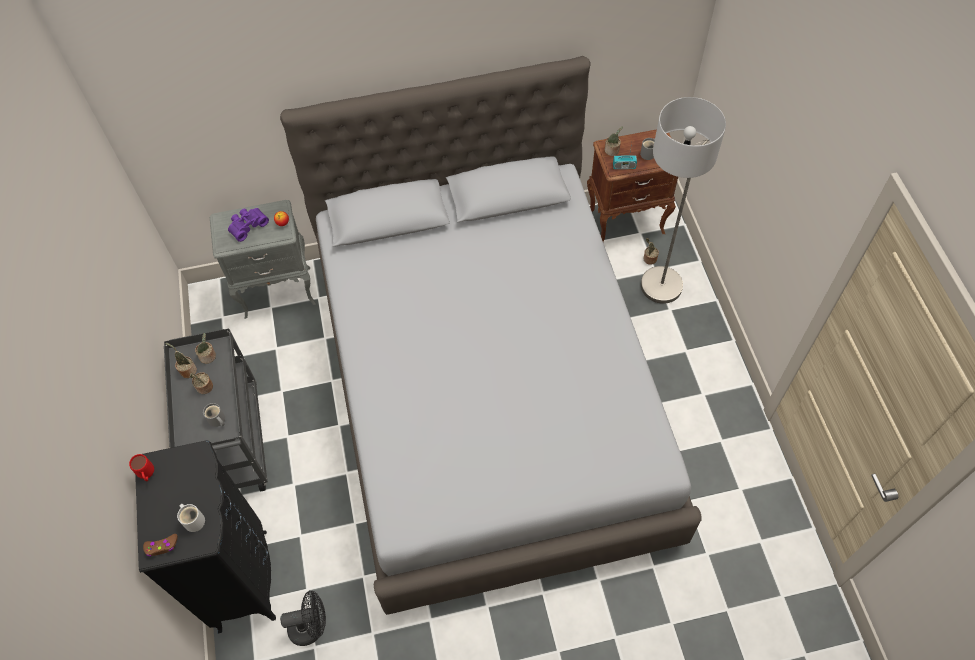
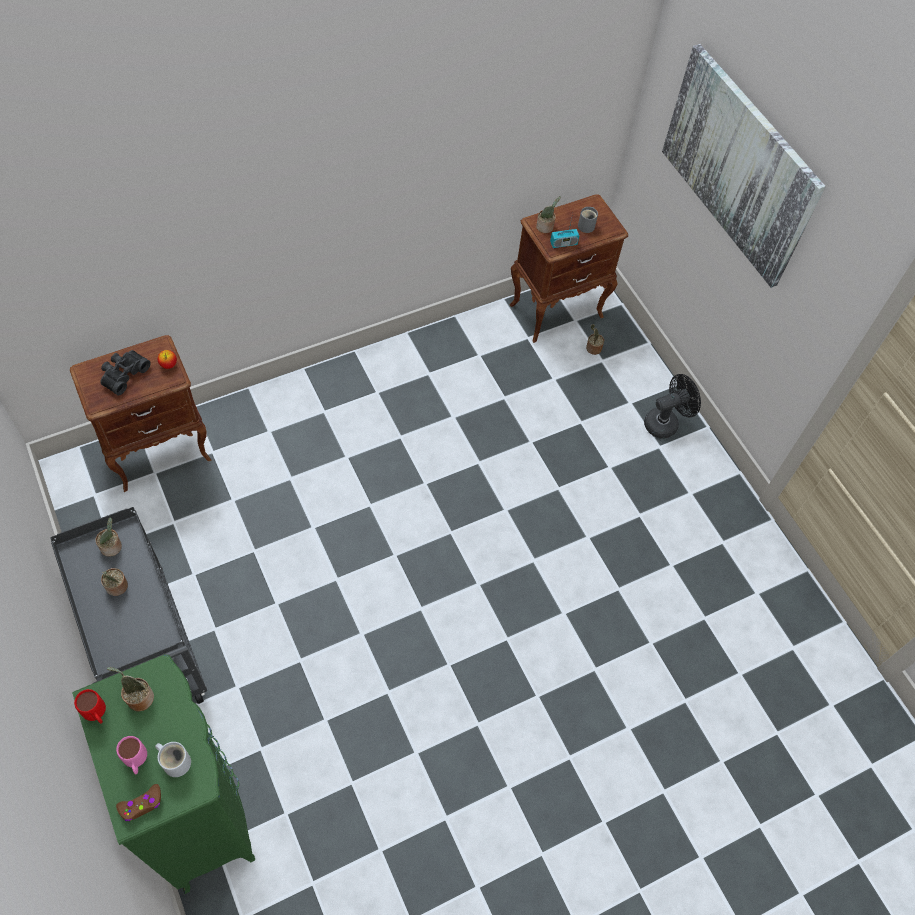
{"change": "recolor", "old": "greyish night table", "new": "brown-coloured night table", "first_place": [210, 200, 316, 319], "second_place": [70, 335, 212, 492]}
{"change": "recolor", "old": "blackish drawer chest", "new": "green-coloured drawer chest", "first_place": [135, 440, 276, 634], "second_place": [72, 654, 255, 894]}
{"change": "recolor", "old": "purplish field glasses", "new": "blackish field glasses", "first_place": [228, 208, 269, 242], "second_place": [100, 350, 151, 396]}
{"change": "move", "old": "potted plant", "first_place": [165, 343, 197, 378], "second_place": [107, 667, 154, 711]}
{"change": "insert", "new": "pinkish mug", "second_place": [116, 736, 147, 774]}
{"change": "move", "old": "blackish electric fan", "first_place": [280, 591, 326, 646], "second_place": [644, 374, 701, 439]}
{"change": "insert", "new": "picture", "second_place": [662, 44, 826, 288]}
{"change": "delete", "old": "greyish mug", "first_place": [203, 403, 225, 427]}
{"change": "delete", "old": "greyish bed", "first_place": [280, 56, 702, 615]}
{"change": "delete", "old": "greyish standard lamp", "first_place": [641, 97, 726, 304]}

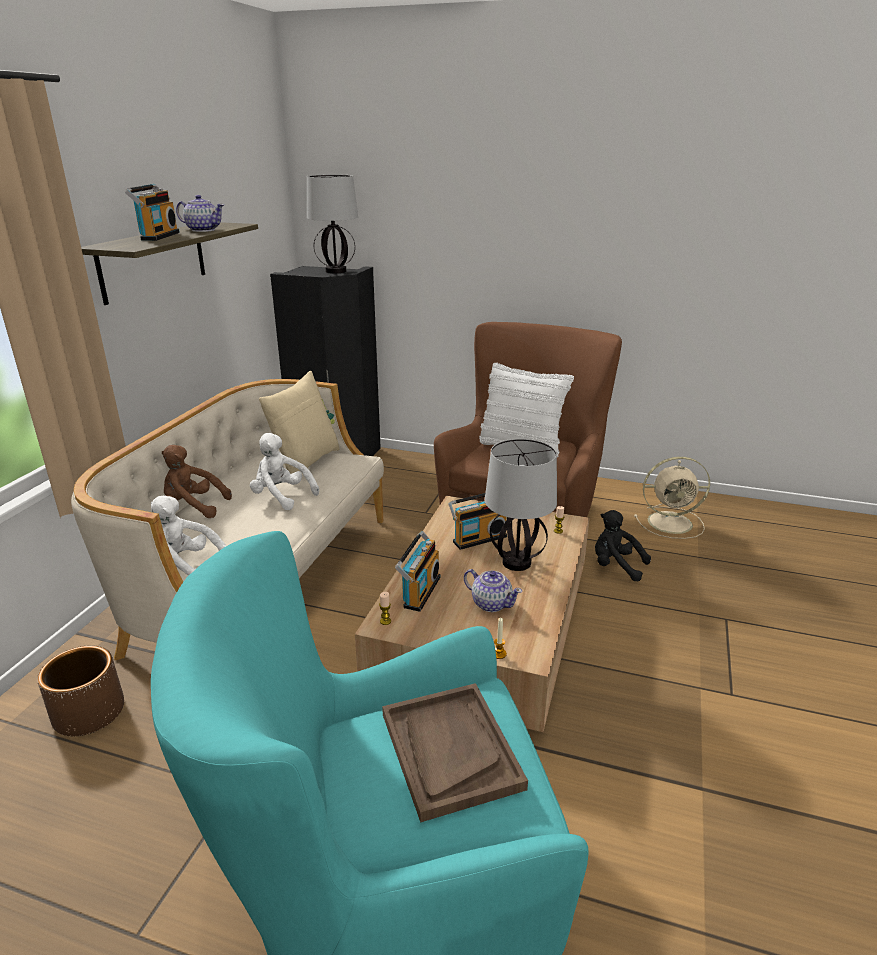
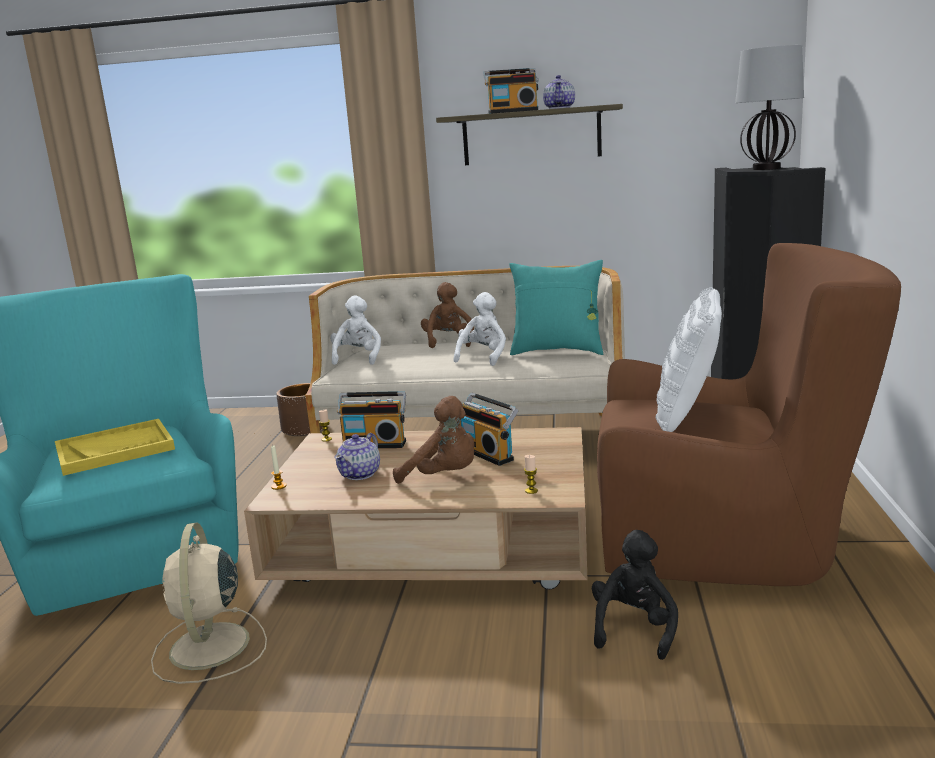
{"change": "recolor", "old": "brown-coloured tray", "new": "yellow-coloured tray", "first_place": [382, 683, 528, 823], "second_place": [55, 419, 175, 476]}
{"change": "move", "old": "beige-coloured electric fan", "first_place": [634, 457, 710, 539], "second_place": [151, 523, 267, 684]}
{"change": "replace", "old": "table lamp", "new": "brown-coloured cuddly toy", "first_place": [485, 439, 557, 571], "second_place": [393, 396, 475, 484]}
{"change": "recolor", "old": "beige-coloured cushion", "new": "blue-green cushion", "first_place": [259, 371, 339, 474], "second_place": [509, 260, 603, 355]}

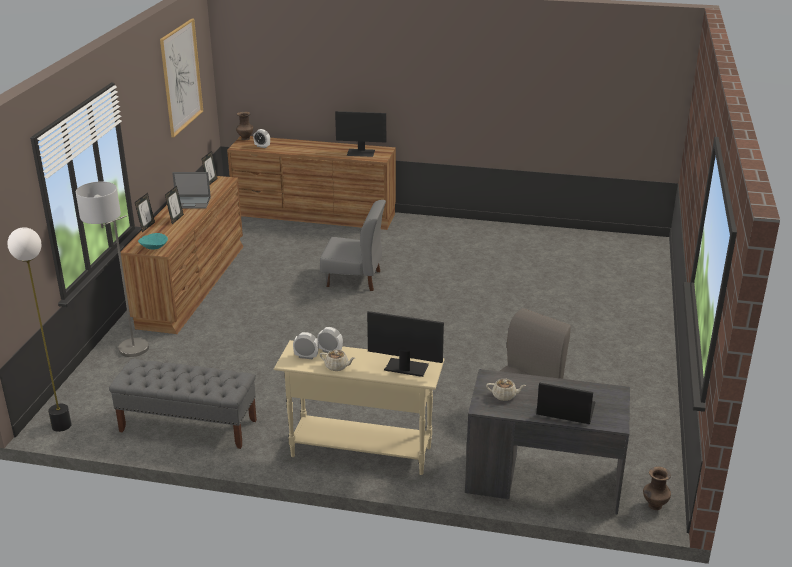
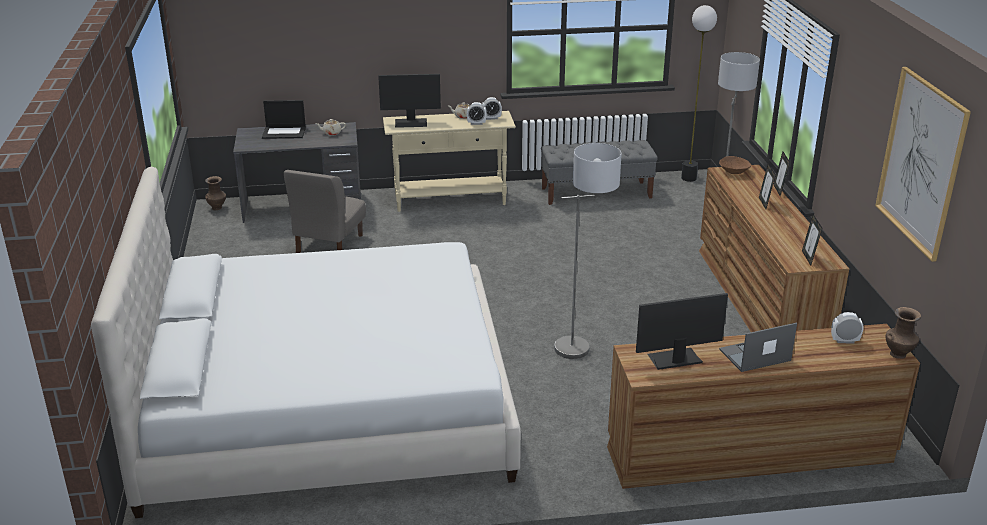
{"change": "insert", "new": "white-coloured bed", "second_place": [91, 167, 521, 518]}
{"change": "replace", "old": "greyish upright chair", "new": "greyish standard lamp", "first_place": [320, 200, 386, 291], "second_place": [554, 143, 622, 359]}
{"change": "recolor", "old": "blue-green deep dish", "new": "brown-coloured deep dish", "first_place": [138, 233, 168, 250], "second_place": [719, 156, 751, 174]}
{"change": "move", "old": "portable computer", "first_place": [172, 172, 211, 209], "second_place": [719, 323, 797, 372]}

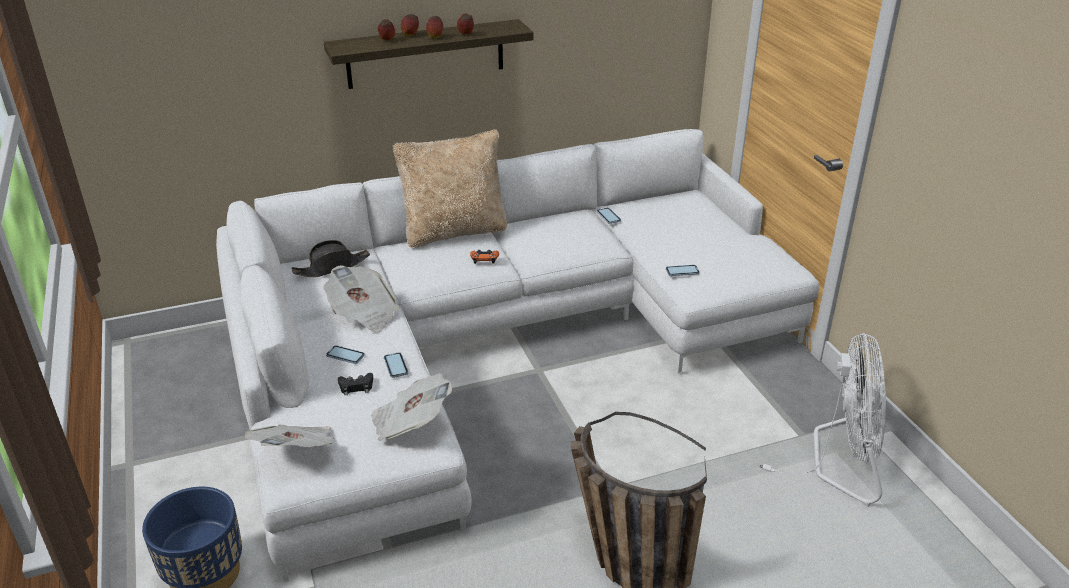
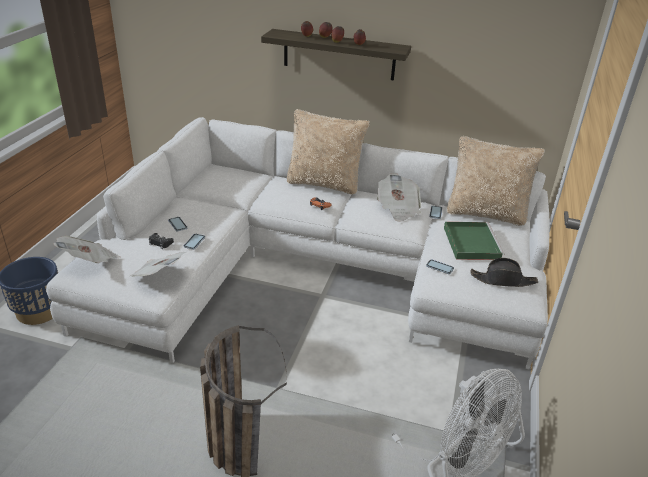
{"change": "move", "old": "newspaper", "first_place": [324, 265, 400, 333], "second_place": [377, 173, 421, 222]}
{"change": "insert", "new": "green-coloured tray", "second_place": [444, 222, 505, 260]}
{"change": "insert", "new": "beige-coloured cushion", "second_place": [447, 136, 545, 226]}
{"change": "move", "old": "blackish wearable hat", "first_place": [292, 240, 370, 277], "second_place": [471, 258, 538, 287]}

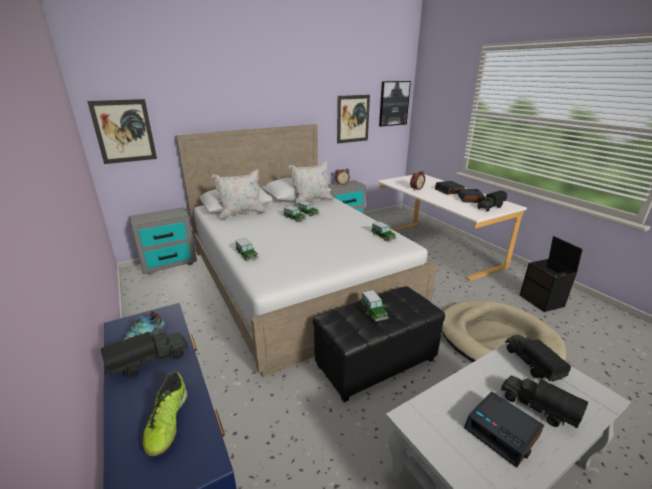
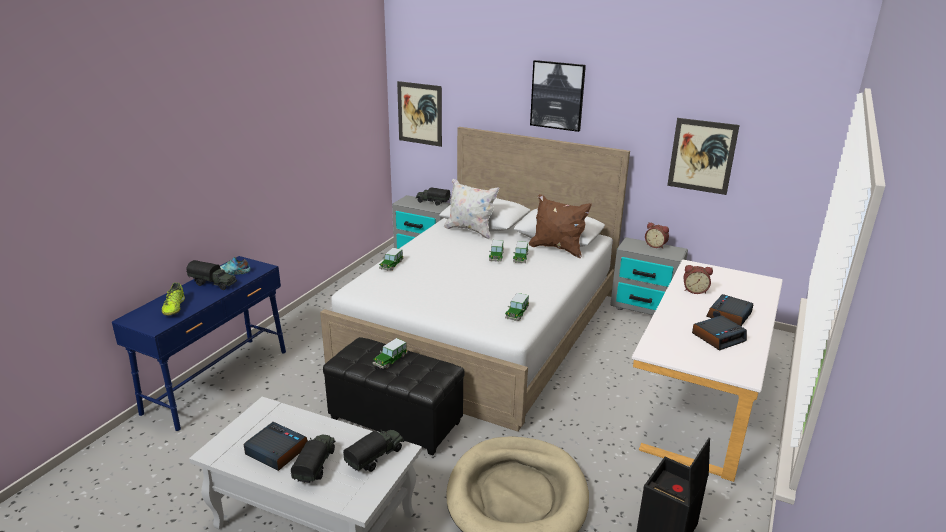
{"change": "rotate", "old": "low shoe", "first_place": [143, 372, 188, 456], "second_place": [162, 283, 185, 316], "degrees": -60}
{"change": "rotate", "old": "table clock", "first_place": [464, 391, 544, 468], "second_place": [244, 422, 308, 471], "degrees": 105}
{"change": "move", "old": "toy truck", "first_place": [477, 190, 507, 212], "second_place": [416, 187, 450, 206]}
{"change": "recolor", "old": "white-coloured cushion", "new": "brown-coloured cushion", "first_place": [289, 161, 333, 206], "second_place": [529, 194, 592, 258]}
{"change": "move", "old": "picture", "first_place": [379, 81, 411, 126], "second_place": [530, 60, 586, 132]}

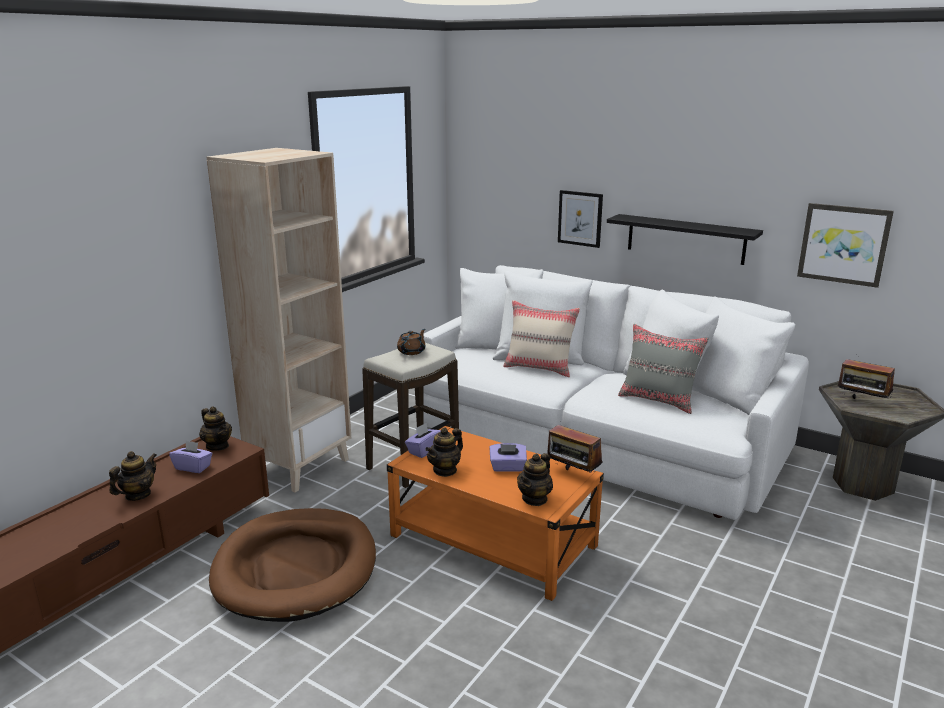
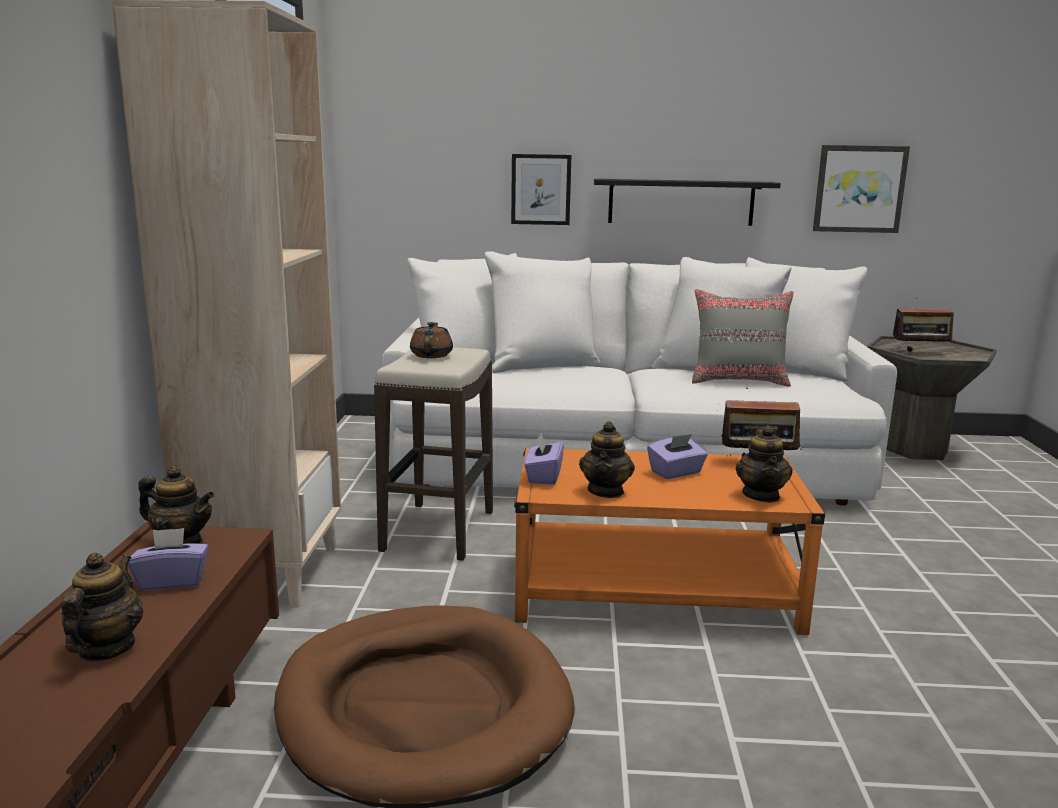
{"change": "delete", "old": "beige-coloured cushion", "first_place": [503, 300, 580, 377]}

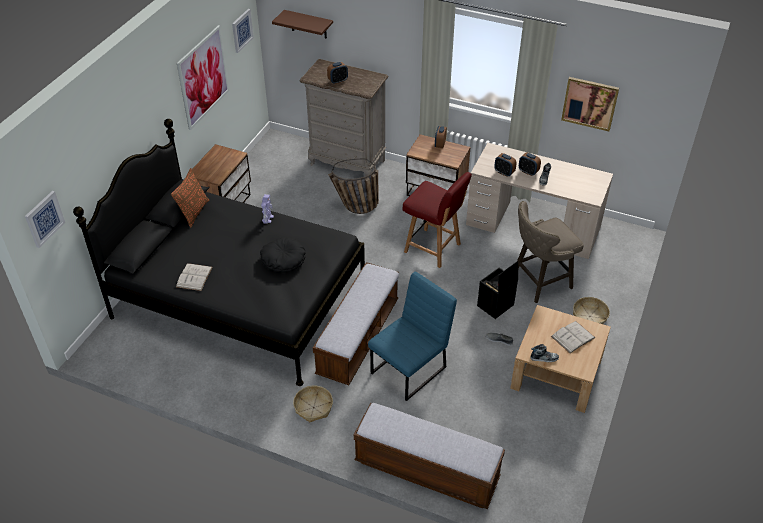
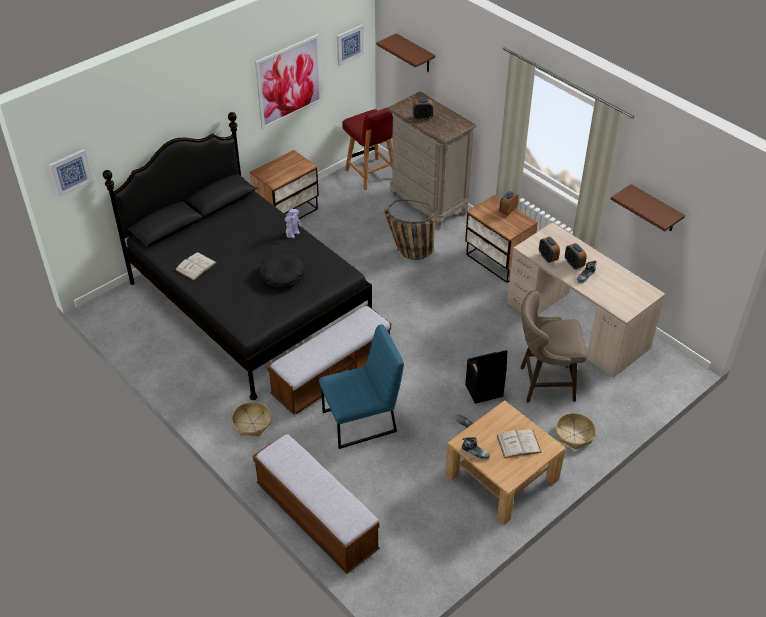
{"change": "move", "old": "red-coloured upright chair", "first_place": [402, 172, 472, 268], "second_place": [342, 107, 393, 190]}
{"change": "replace", "old": "picture", "new": "brown-coloured shelf", "first_place": [561, 77, 619, 131], "second_place": [611, 184, 685, 232]}
{"change": "delete", "old": "brown-coloured cushion", "first_place": [171, 168, 209, 228]}

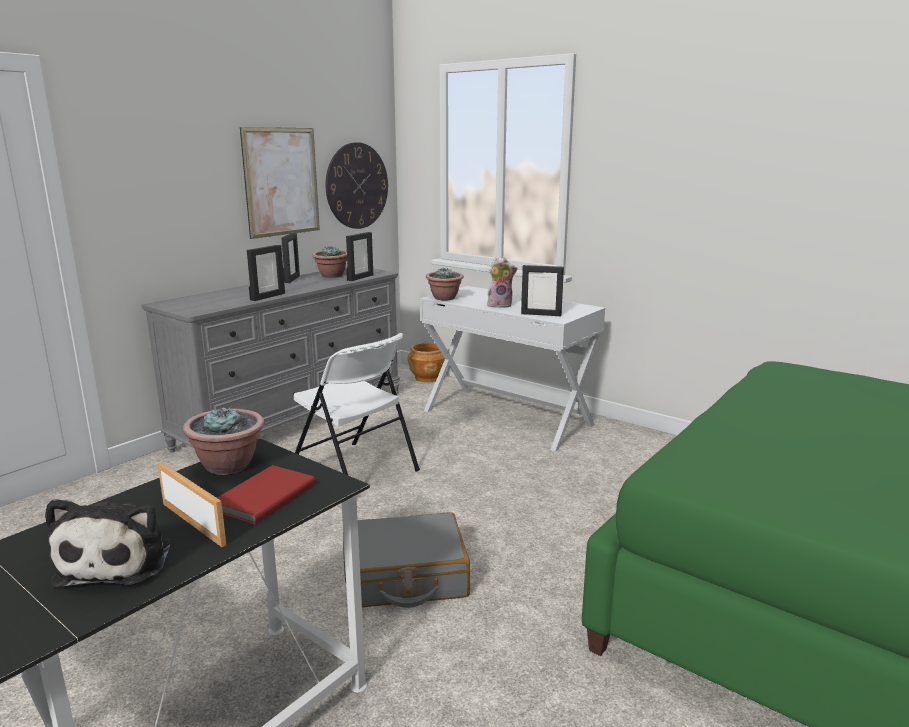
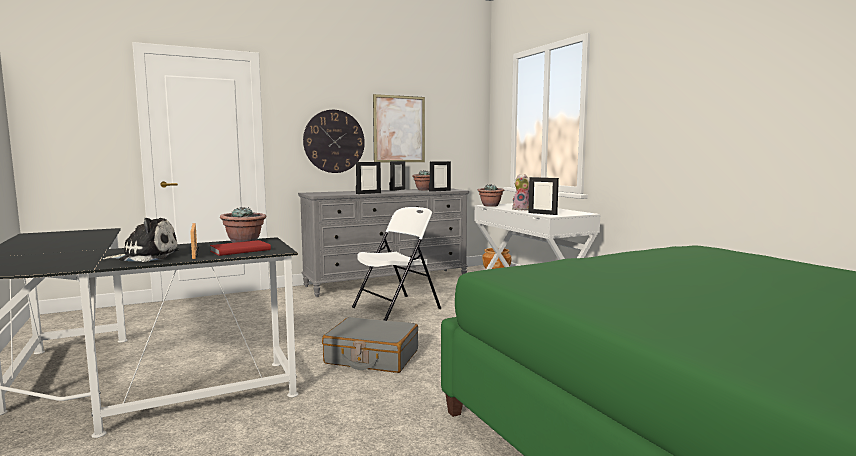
{"change": "rotate", "old": "cuddly toy", "first_place": [45, 499, 170, 587], "second_place": [103, 218, 179, 262], "degrees": -120}
{"change": "move", "old": "hanging clock", "first_place": [325, 142, 388, 229], "second_place": [303, 110, 365, 173]}
{"change": "rotate", "old": "white-coloured upright chair", "first_place": [294, 333, 420, 475], "second_place": [352, 207, 441, 321], "degrees": -105}

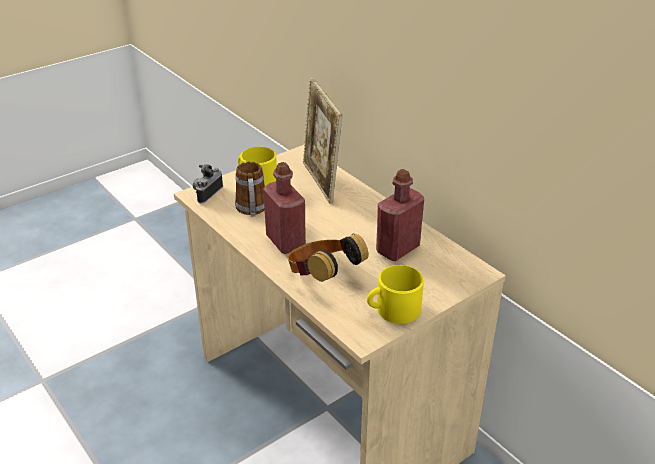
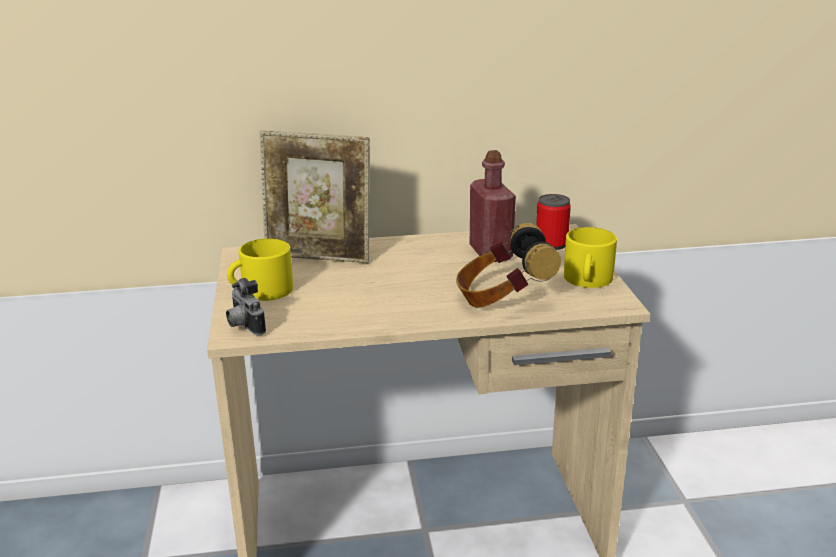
{"change": "insert", "new": "can", "second_place": [536, 194, 571, 250]}
{"change": "delete", "old": "mug", "first_place": [235, 162, 265, 217]}
{"change": "delete", "old": "red-coloured beverage bottle", "first_place": [263, 162, 306, 254]}

